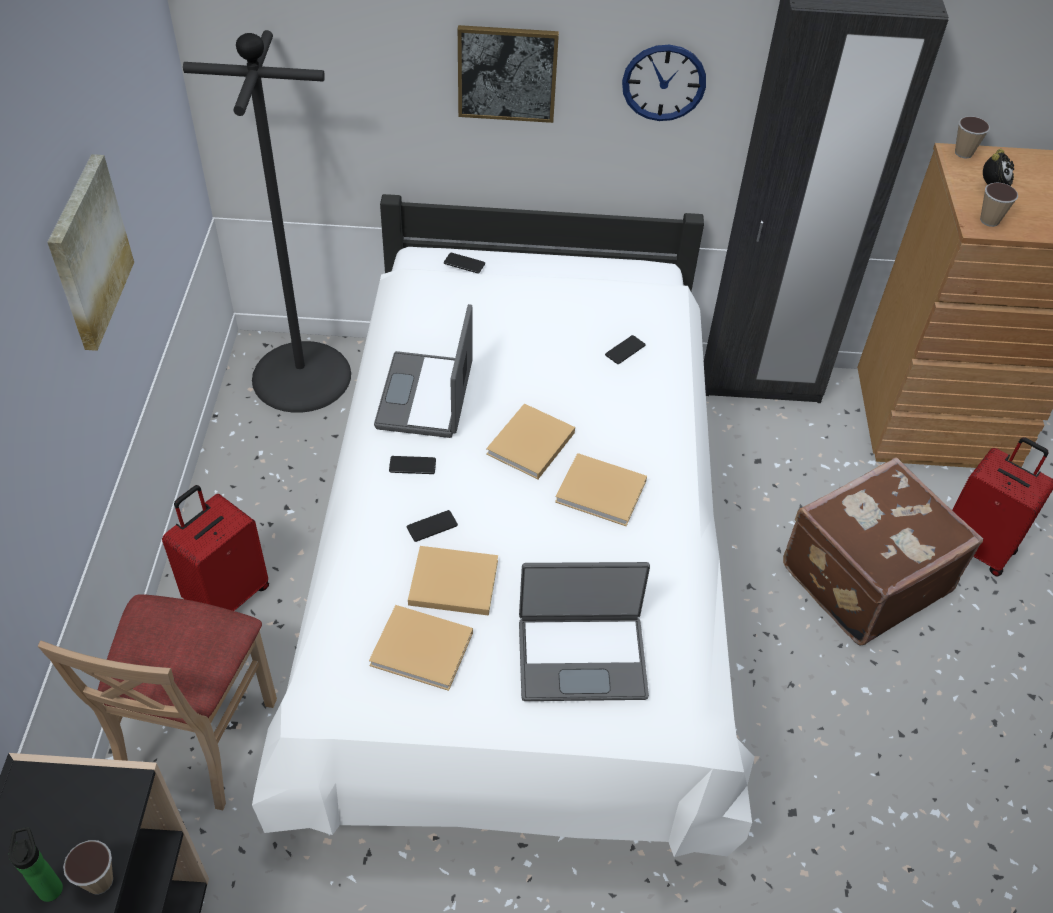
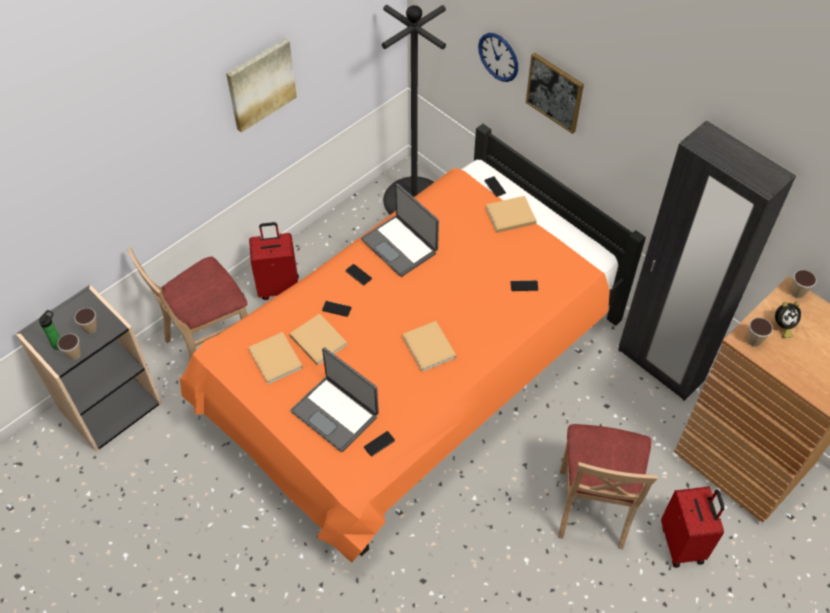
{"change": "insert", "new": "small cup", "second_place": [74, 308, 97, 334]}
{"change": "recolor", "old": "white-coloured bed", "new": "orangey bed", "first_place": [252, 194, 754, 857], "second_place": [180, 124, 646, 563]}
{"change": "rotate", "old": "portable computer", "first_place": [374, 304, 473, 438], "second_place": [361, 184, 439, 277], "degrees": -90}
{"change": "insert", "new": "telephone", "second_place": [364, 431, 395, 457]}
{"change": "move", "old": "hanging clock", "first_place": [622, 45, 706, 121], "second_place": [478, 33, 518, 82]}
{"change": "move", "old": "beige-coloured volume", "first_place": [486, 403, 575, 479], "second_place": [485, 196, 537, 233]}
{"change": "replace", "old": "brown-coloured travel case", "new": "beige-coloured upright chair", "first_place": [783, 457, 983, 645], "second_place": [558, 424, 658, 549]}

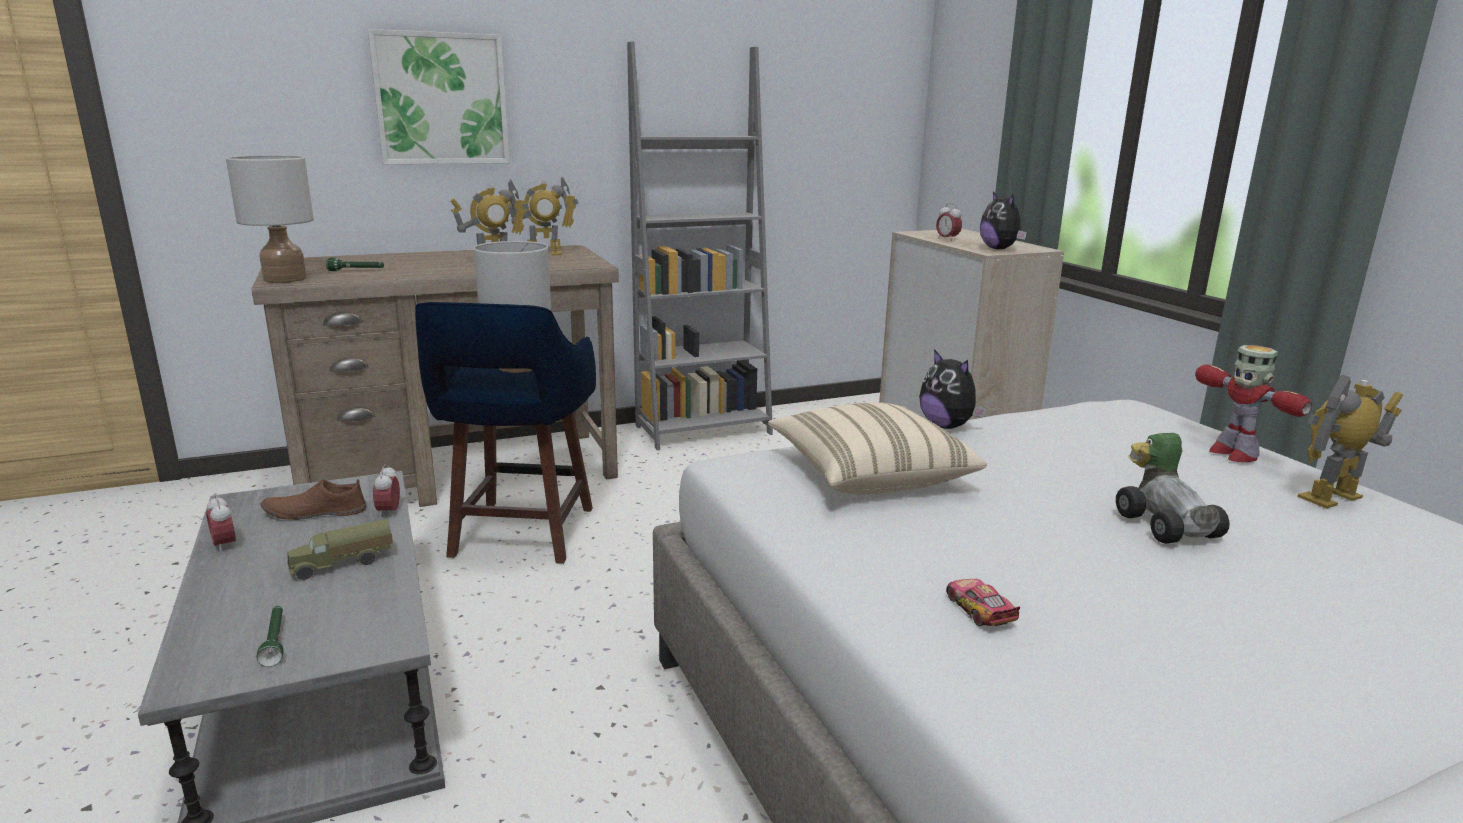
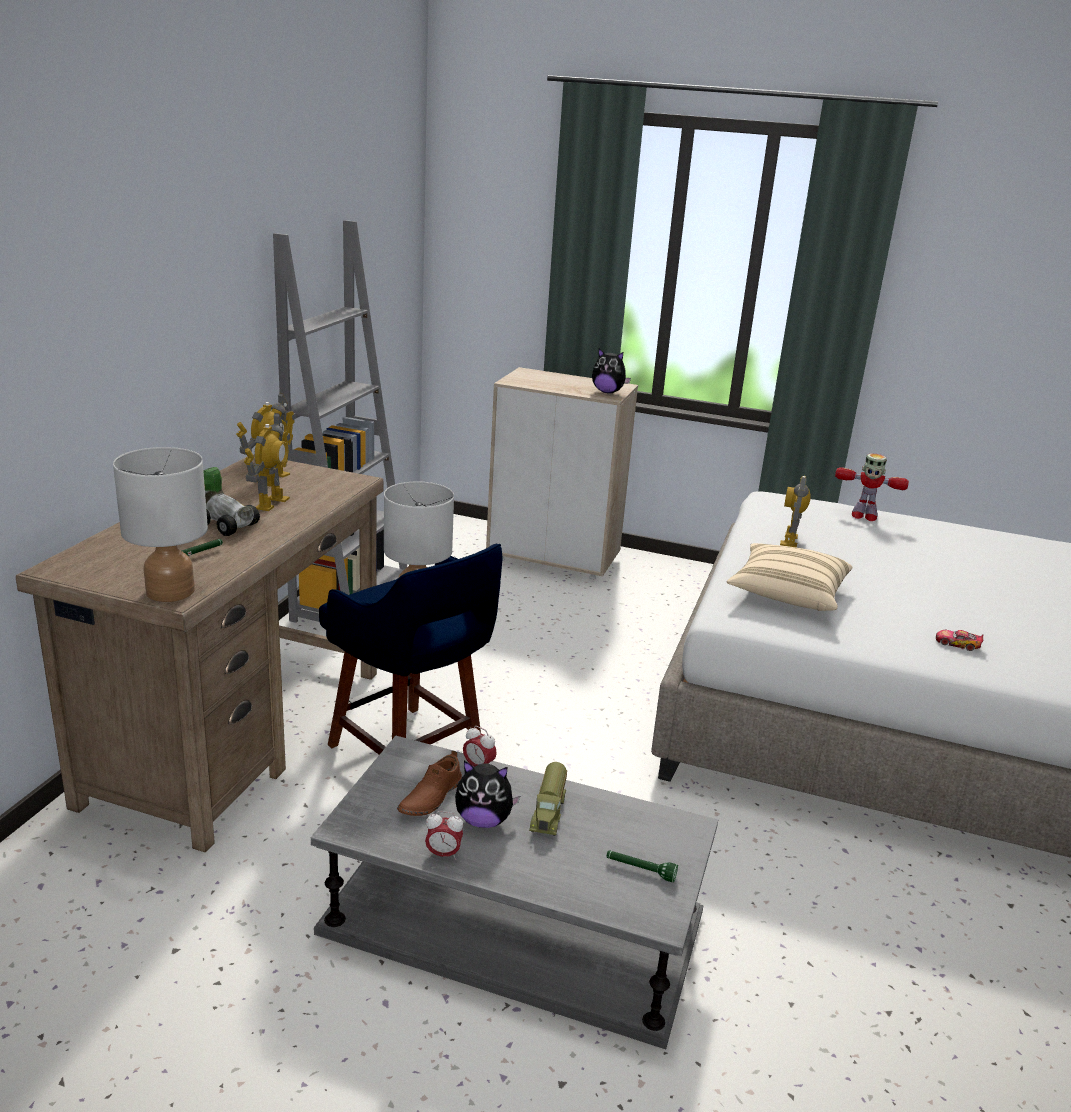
{"change": "move", "old": "model car", "first_place": [1116, 433, 1230, 544], "second_place": [203, 467, 260, 536]}
{"change": "move", "old": "cuddly toy", "first_place": [919, 349, 986, 429], "second_place": [455, 761, 520, 828]}
{"change": "move", "old": "model robot", "first_place": [1297, 375, 1404, 508], "second_place": [780, 476, 811, 548]}
{"change": "delete", "old": "picture", "first_place": [368, 29, 510, 164]}
{"change": "delete", "old": "table clock", "first_place": [936, 203, 962, 241]}

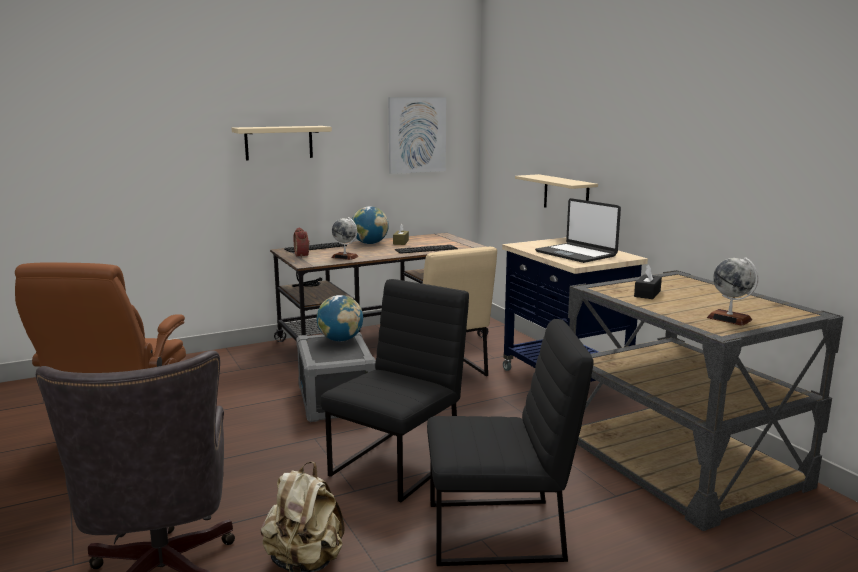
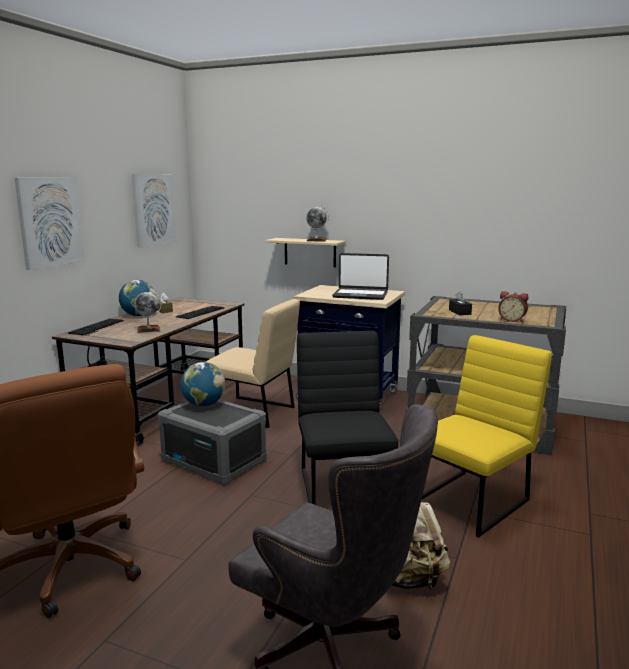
{"change": "replace", "old": "beige-coloured shelf", "new": "picture", "first_place": [232, 126, 332, 160], "second_place": [15, 178, 85, 270]}
{"change": "move", "old": "desk globe", "first_place": [707, 257, 759, 326], "second_place": [306, 206, 329, 241]}
{"change": "recolor", "old": "blackish upright chair", "new": "yellow-coloured upright chair", "first_place": [427, 319, 594, 566], "second_place": [422, 335, 552, 537]}
{"change": "move", "old": "table clock", "first_place": [294, 228, 310, 258], "second_place": [498, 291, 529, 322]}

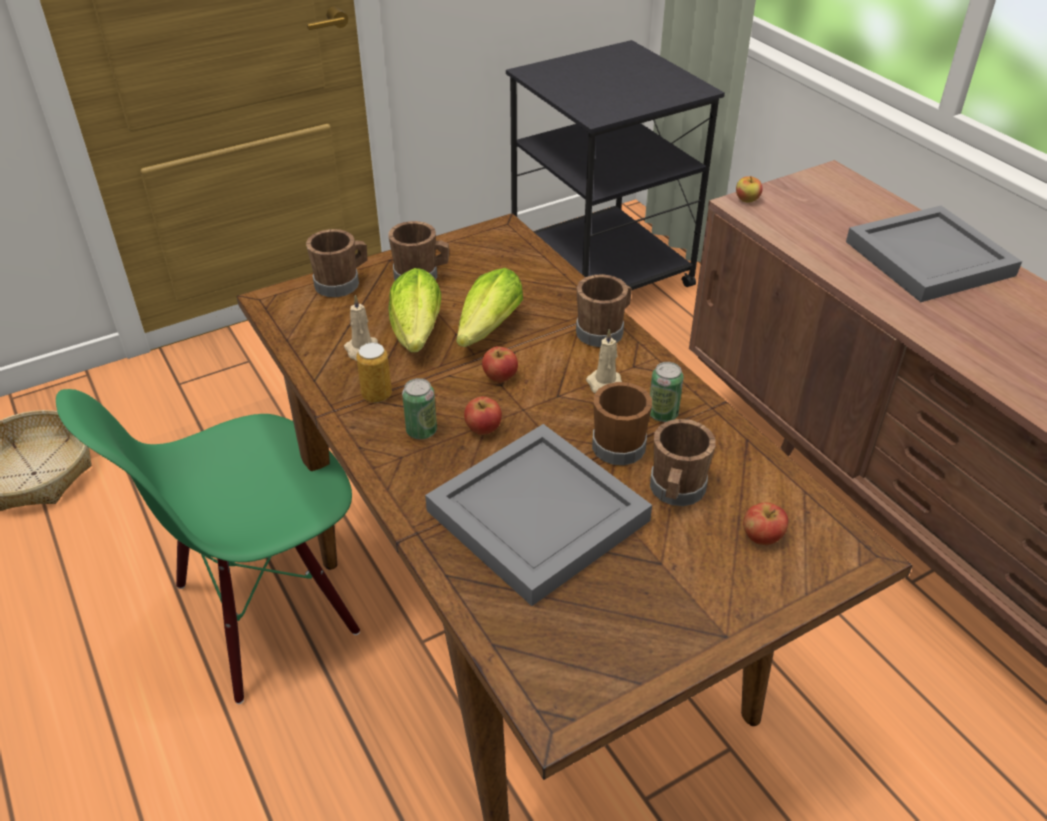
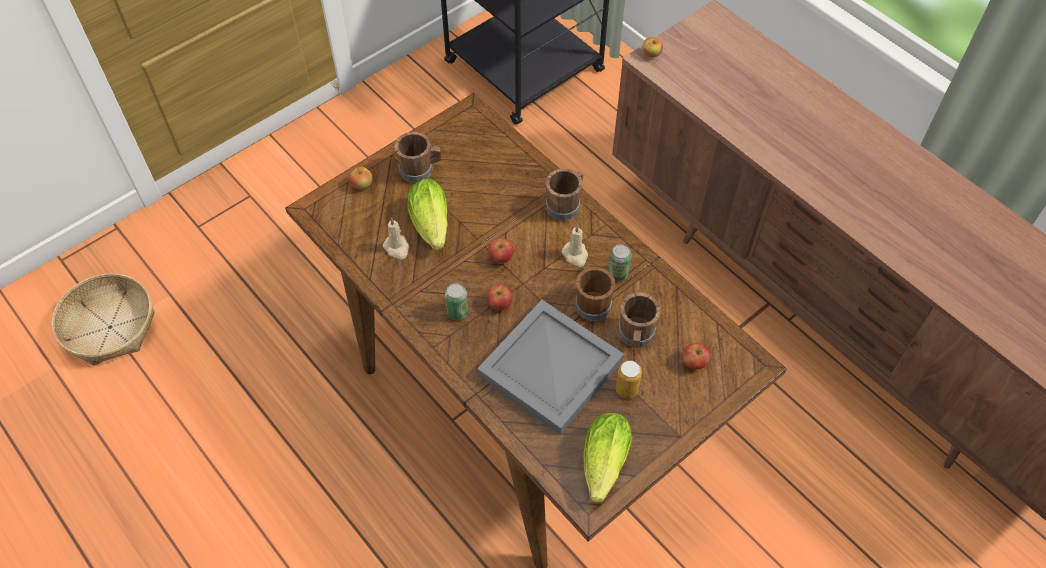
{"change": "replace", "old": "brown-coloured mug", "new": "apple", "first_place": [306, 229, 368, 297], "second_place": [350, 166, 373, 190]}
{"change": "move", "old": "head of lettuce", "first_place": [456, 268, 523, 347], "second_place": [584, 413, 633, 502]}
{"change": "move", "old": "can", "first_place": [356, 342, 392, 403], "second_place": [616, 360, 642, 399]}
{"change": "delete", "old": "green-coloured upright chair", "first_place": [56, 389, 360, 704]}
{"change": "delete", "old": "greyish tray", "first_place": [846, 206, 1022, 302]}

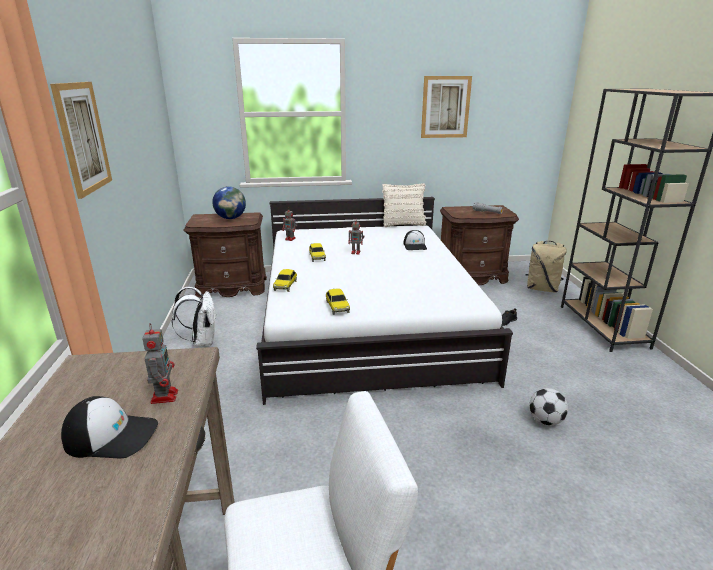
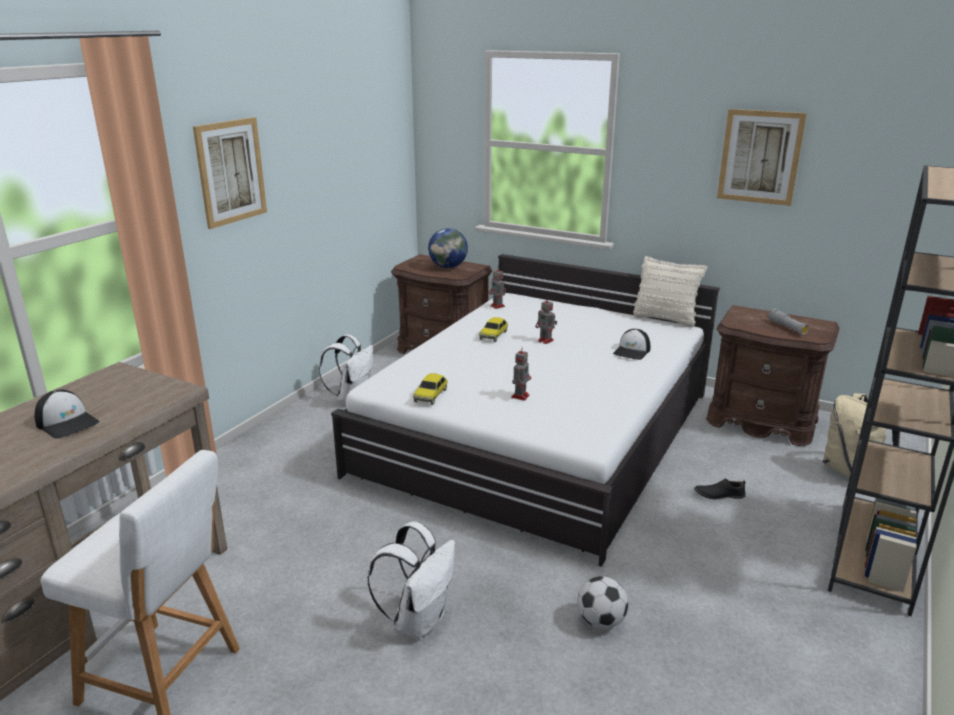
{"change": "insert", "new": "white-coloured backpack", "second_place": [367, 521, 455, 640]}
{"change": "move", "old": "model robot", "first_place": [142, 323, 178, 404], "second_place": [511, 347, 531, 401]}
{"change": "delete", "old": "model car", "first_place": [273, 269, 297, 292]}

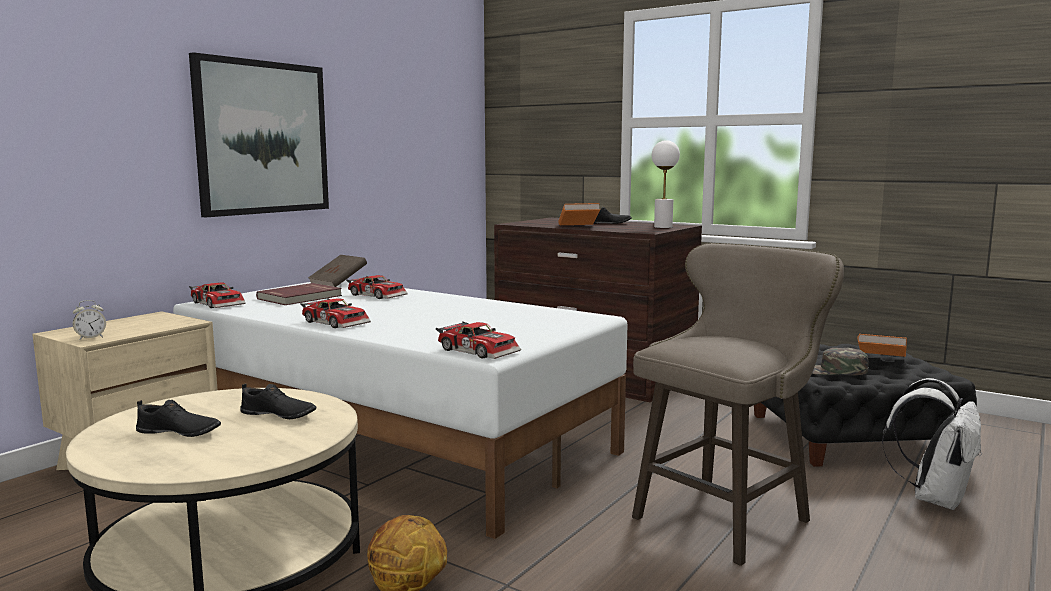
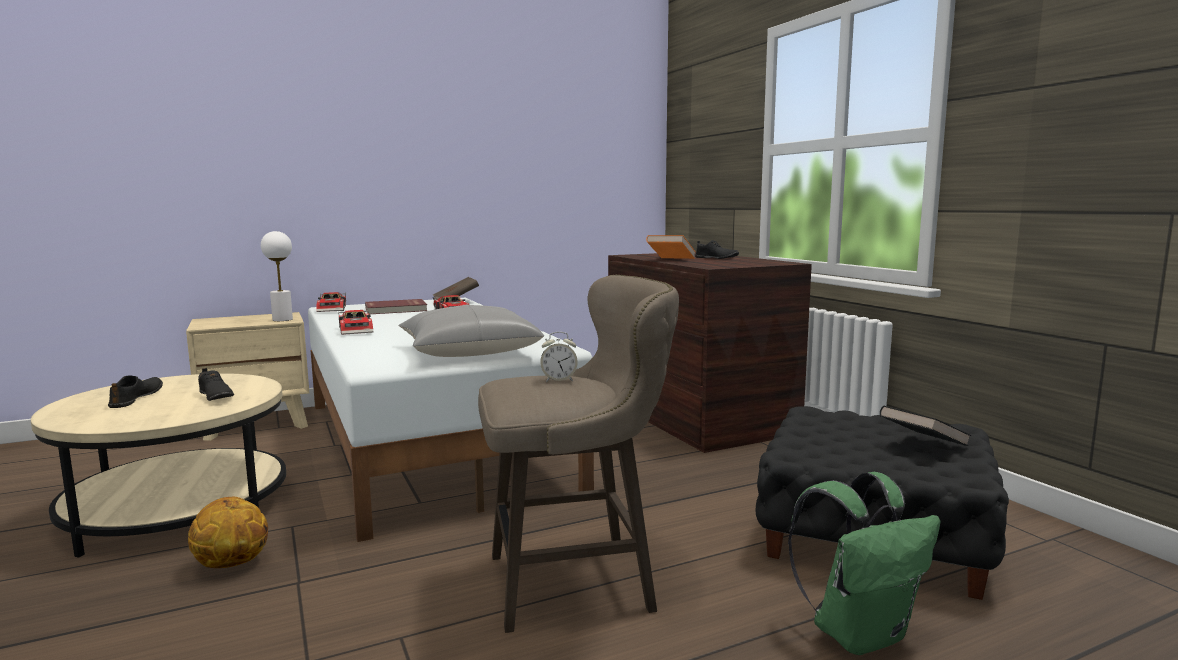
{"change": "rotate", "old": "blackish low shoe", "first_place": [136, 400, 221, 437], "second_place": [108, 376, 163, 408], "degrees": -135}
{"change": "move", "old": "white-coloured table lamp", "first_place": [652, 140, 680, 228], "second_place": [261, 231, 293, 321]}
{"change": "insert", "new": "greyish cushion", "second_place": [398, 305, 544, 357]}
{"change": "move", "old": "table clock", "first_place": [73, 300, 106, 340], "second_place": [540, 332, 578, 382]}
{"change": "recolor", "old": "white-coloured backpack", "new": "green-coloured backpack", "first_place": [882, 378, 982, 510], "second_place": [788, 472, 941, 655]}
{"change": "recolor", "old": "orangey volume", "new": "blackish volume", "first_place": [857, 334, 907, 357], "second_place": [880, 406, 971, 446]}
{"change": "delete", "old": "picture", "first_place": [189, 52, 329, 217]}
{"change": "delete", "old": "model car", "first_place": [436, 321, 521, 359]}
{"change": "delete", "old": "green-coloured peaked cap", "first_place": [812, 348, 869, 375]}

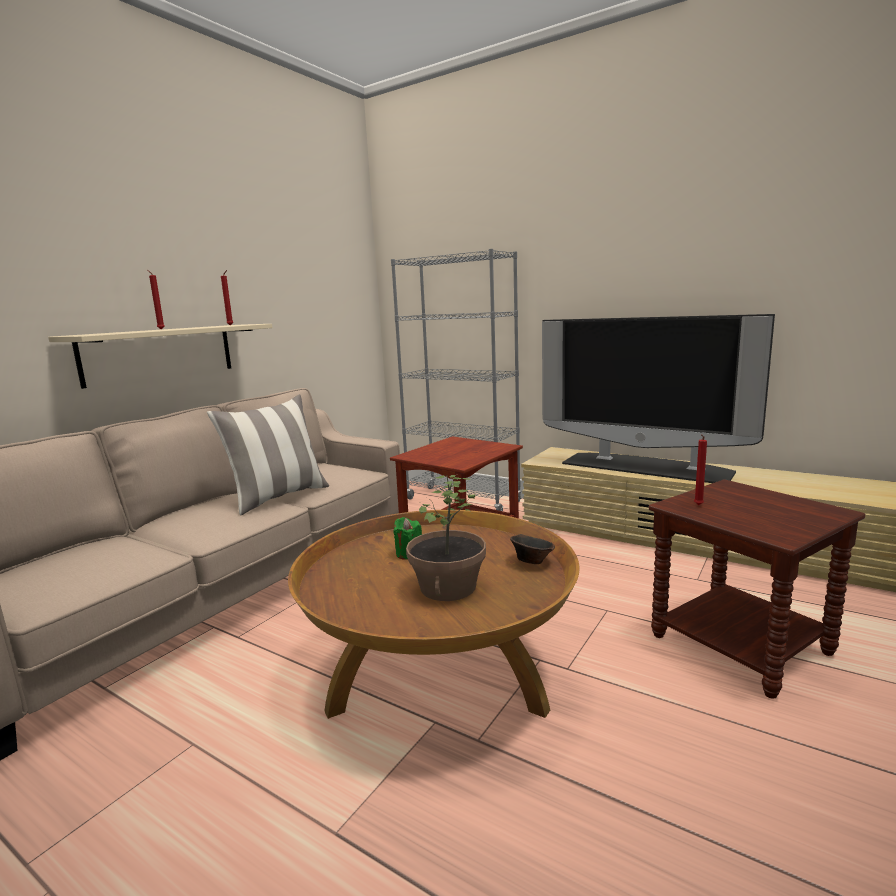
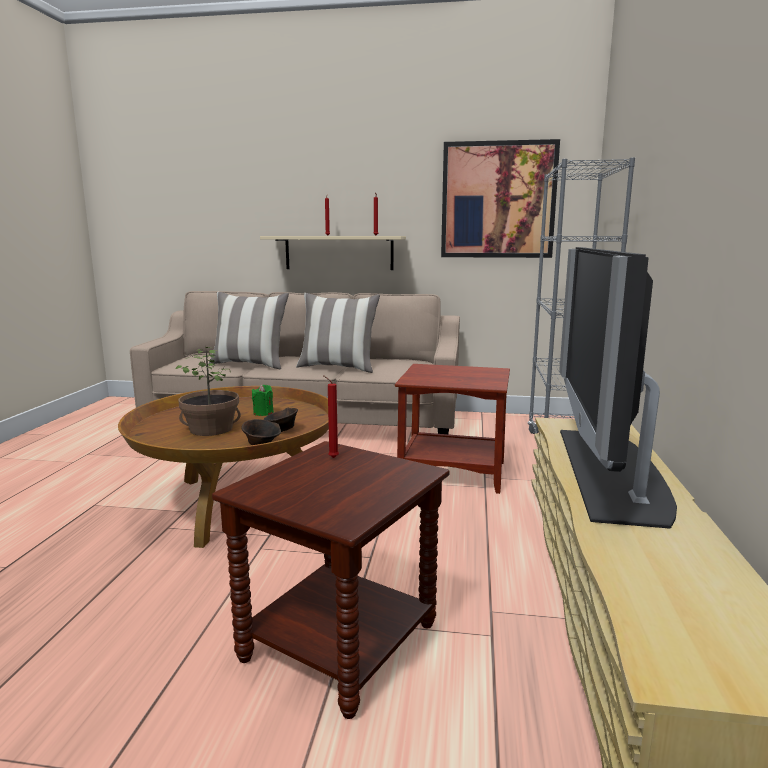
{"change": "insert", "new": "cushion", "second_place": [209, 292, 289, 369]}
{"change": "insert", "new": "brown-coloured deep dish", "second_place": [263, 408, 298, 432]}
{"change": "insert", "new": "picture", "second_place": [441, 139, 560, 258]}

